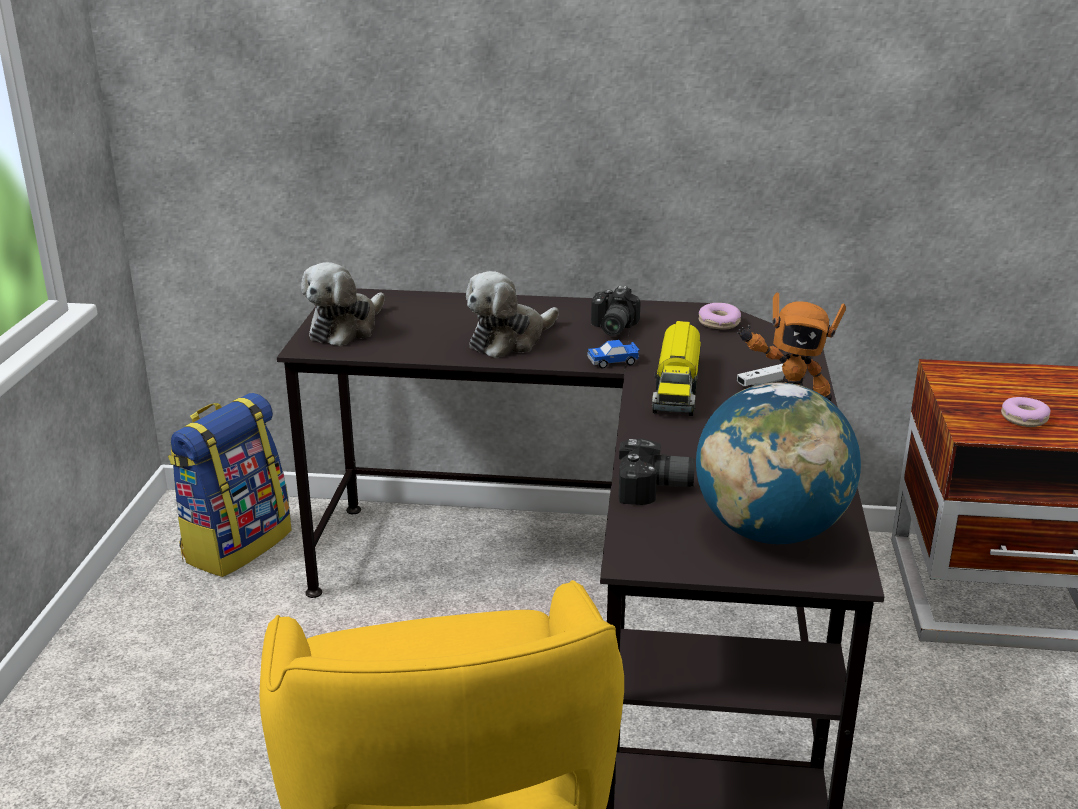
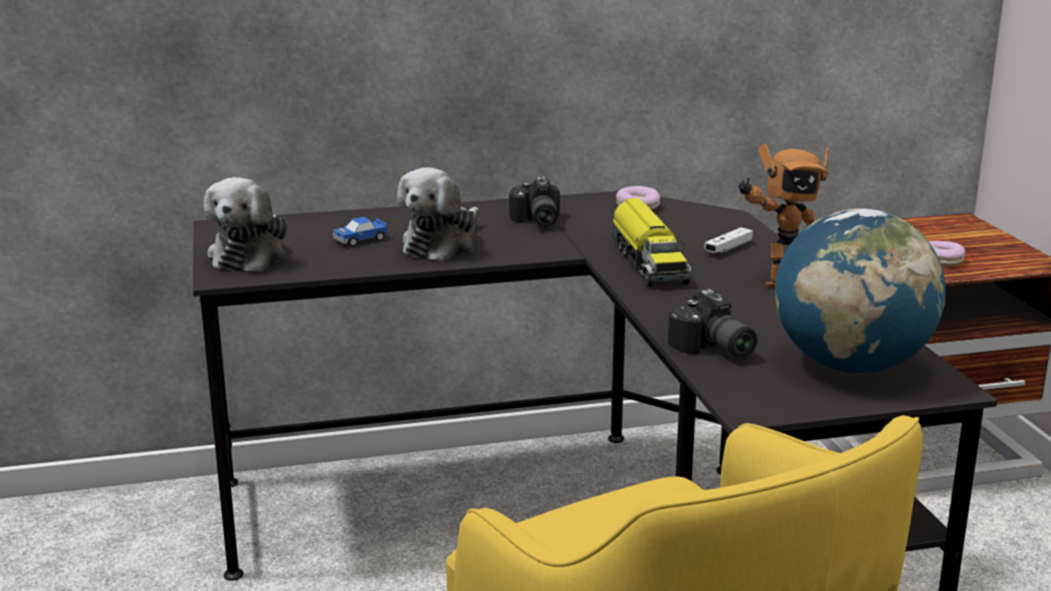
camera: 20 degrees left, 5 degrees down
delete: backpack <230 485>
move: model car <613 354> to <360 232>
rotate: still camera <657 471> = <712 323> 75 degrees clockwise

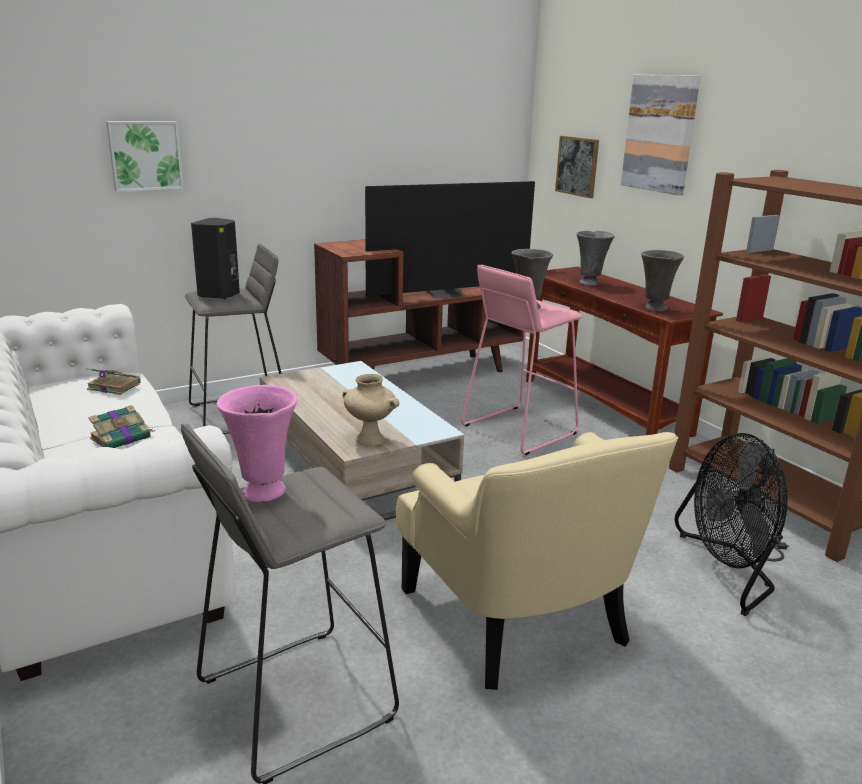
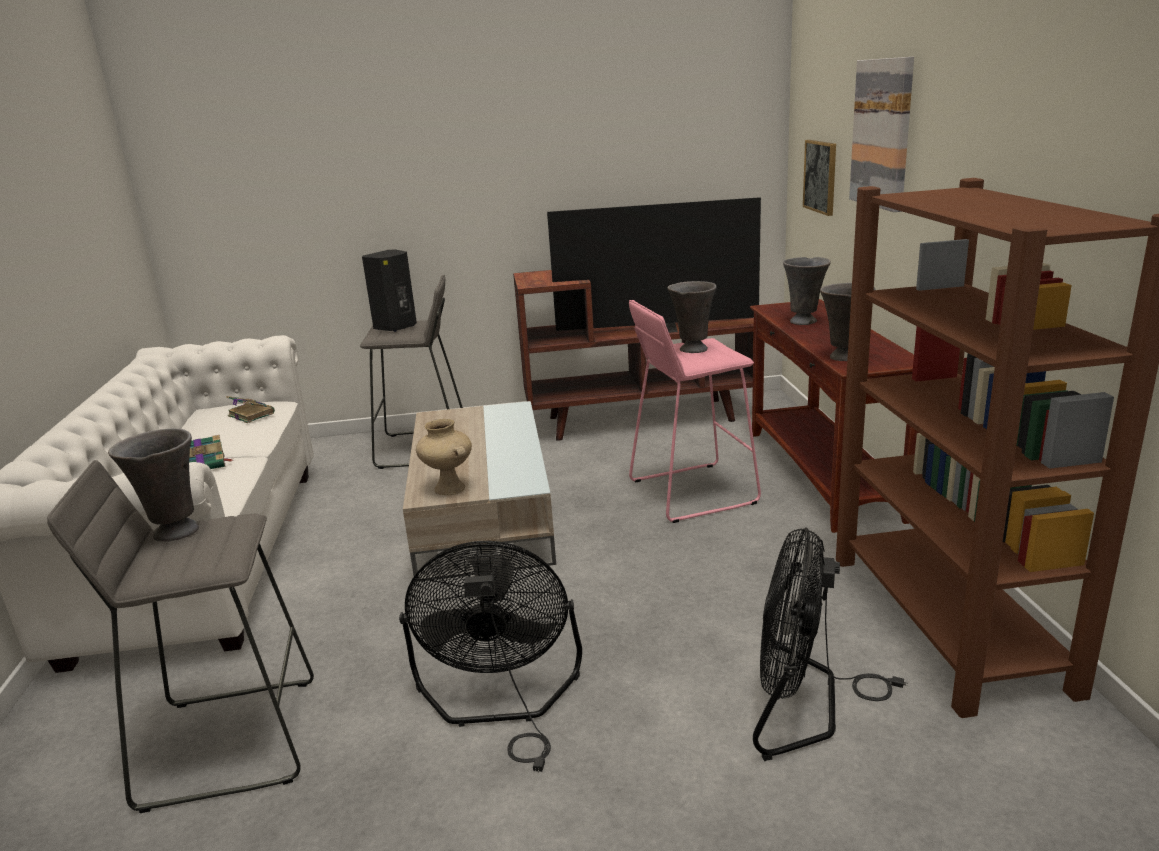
camera: 25 degrees right, 0 degrees up
delete: wall art <145 156>
replace: beige-coloured lounge chair <537 561> to black cooling fan <490 656>
recolor: pink flower vase <257 443> to grey flower vase <153 485>

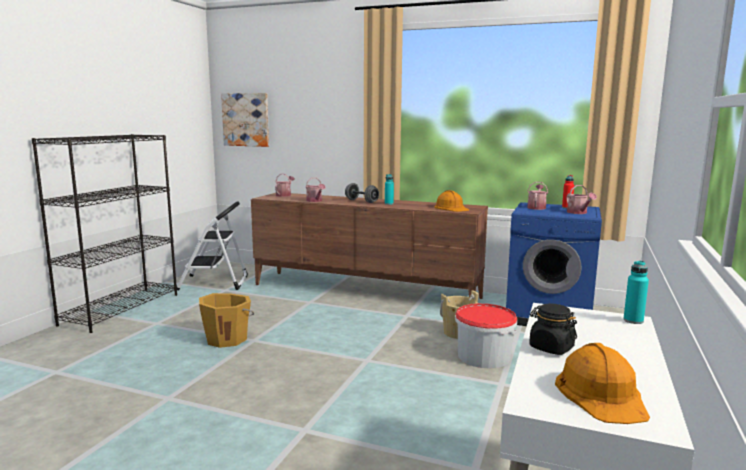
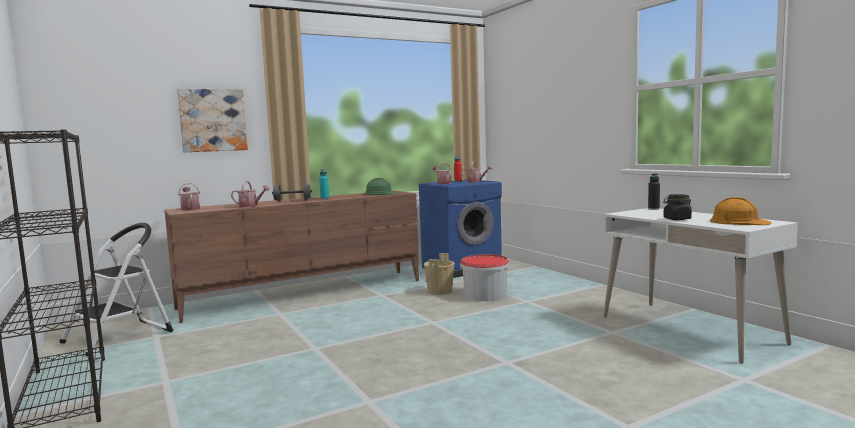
camera: 50 degrees left, 5 degrees down
delete: orange bucket <226 320>
move: wall art <245 120> to <212 120>
recolor: orange safety helmet <451 201> to greenish safety helmet <382 186>; blue-green bottle <636 292> to black bottle <654 191>

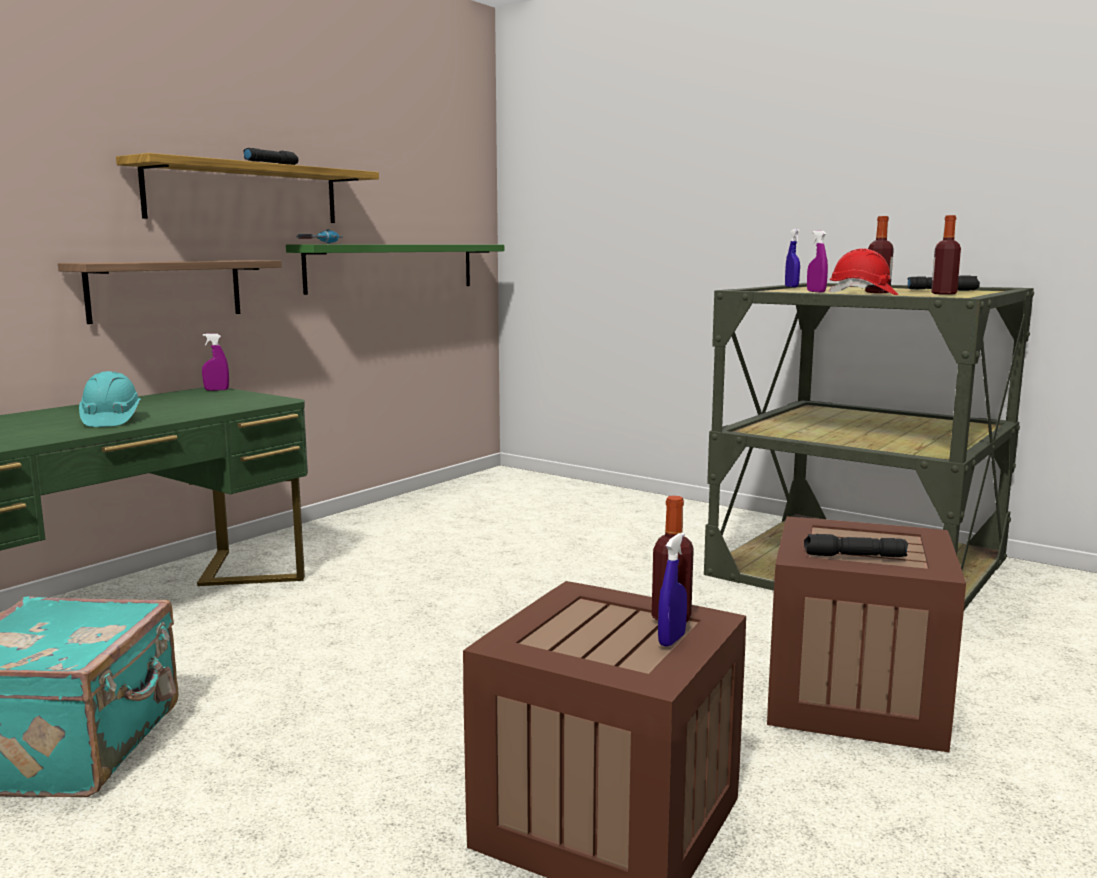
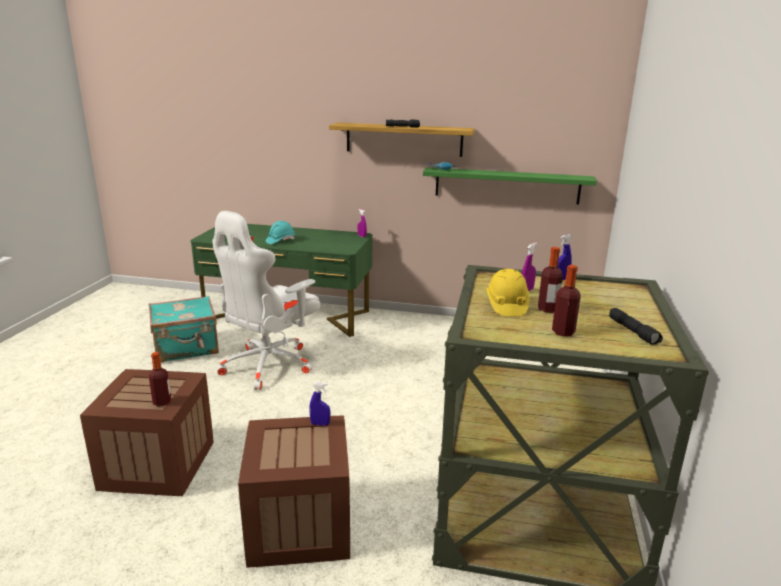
camera: 65 degrees right, 10 degrees up
delete: wall shelf <170 292>; black hand torch <856 545>
insert: white computer chair <266 300>
move: blue spray bottle <672 590> to <319 404>
recolor: red safety helmet <863 271> to yellow safety helmet <508 292>

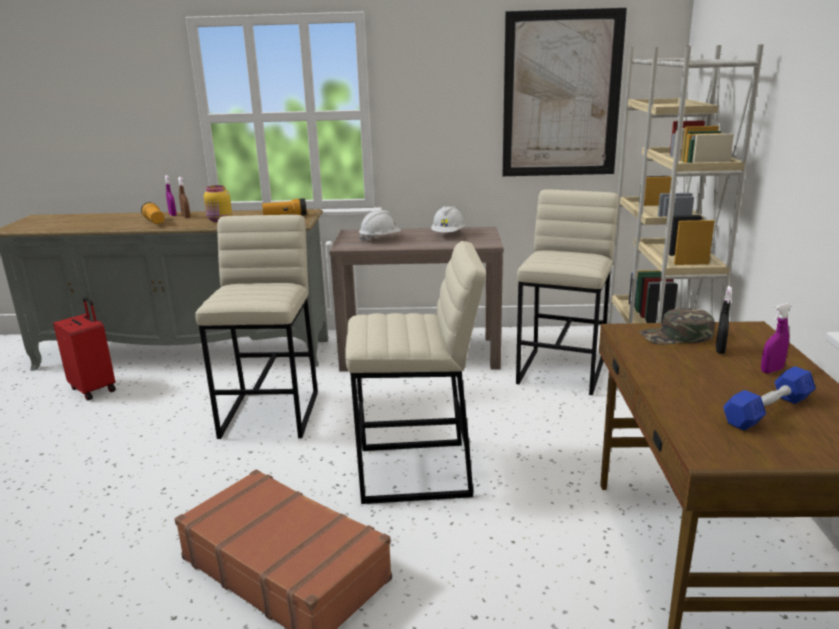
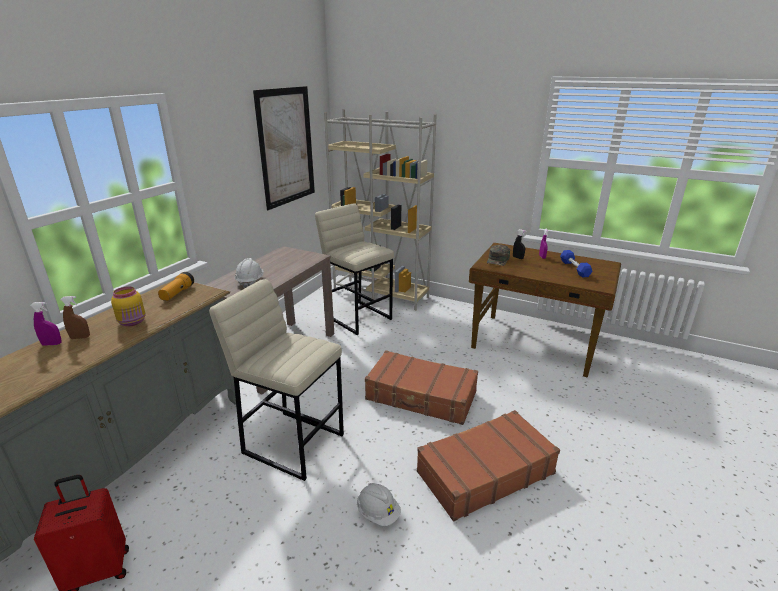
camera: 65 degrees left, 5 degrees up
delete: hand torch <153 213>
move: white safety helmet <448 219> to <379 504>
replace: beige-coloured stool <415 372> to brown-coloured suitcase <421 387>

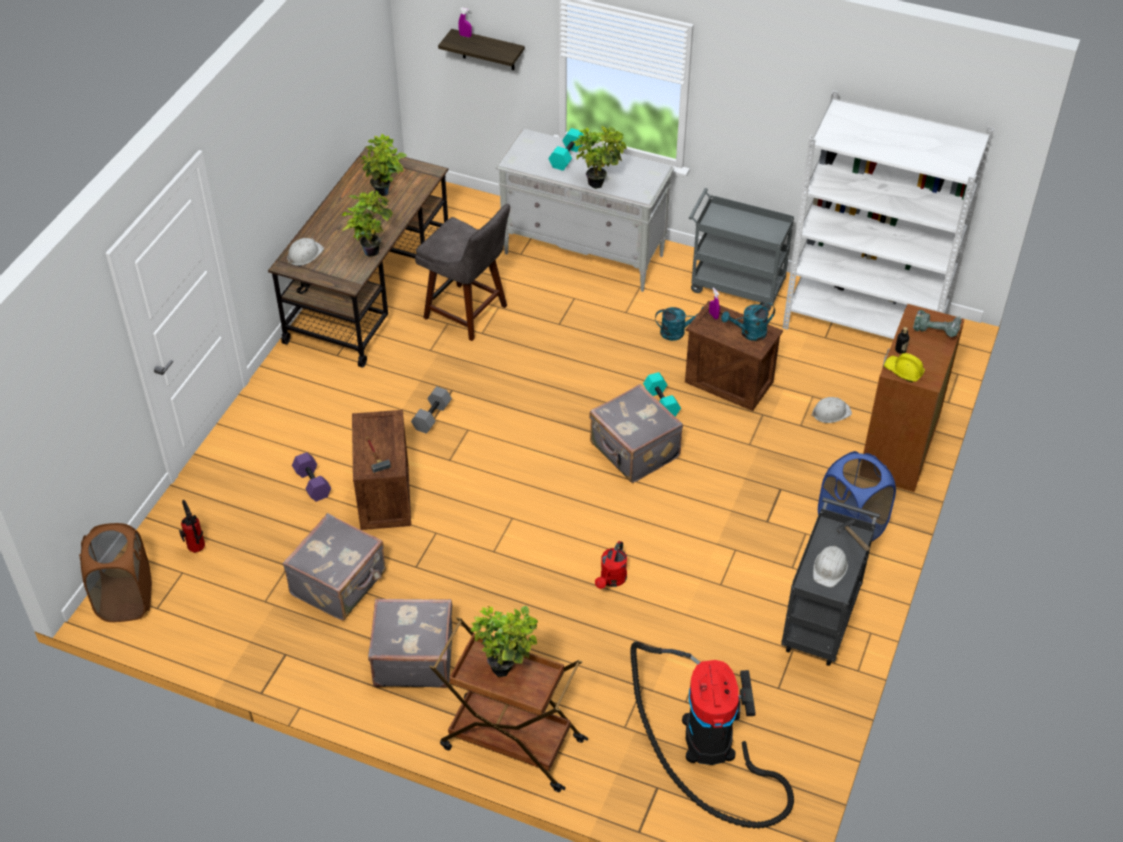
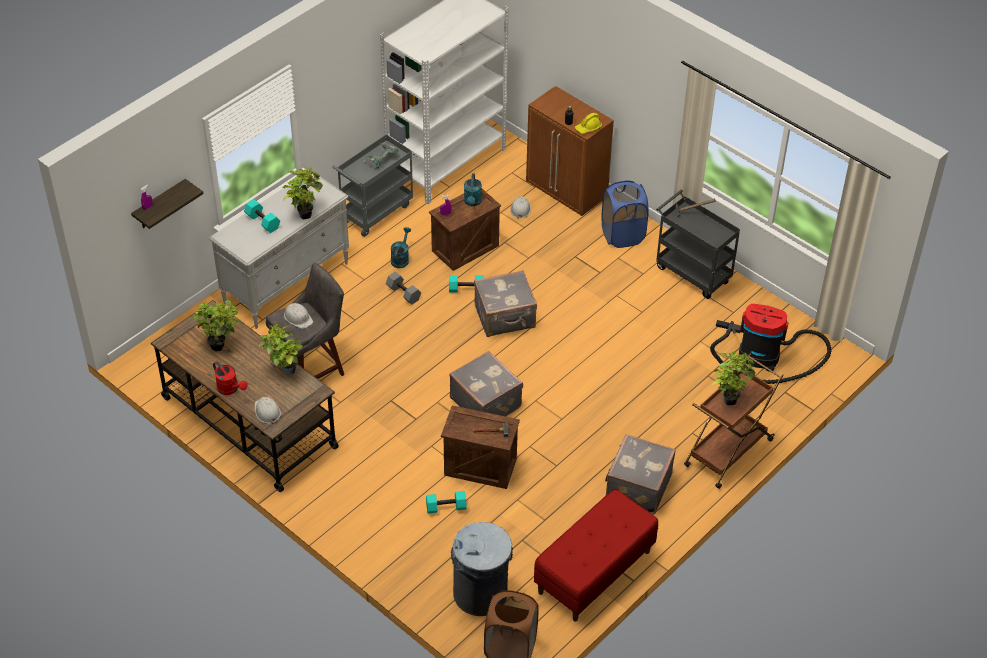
camera: 70 degrees left, 0 degrees up
insert: red long seat <596 555>
move: red watering can <611 565> to <230 378>; white safety helmet <830 566> to <298 316>; electric drill <937 323> to <381 155>; grey dumbbell <431 410> to <403 288>; grey suitcase <334 566> to <486 384>
replace: extinguisher <192 526> to grey rubbish bin <482 569>
recolor: purplish dumbbell <311 477> to blue-green dumbbell <446 502>

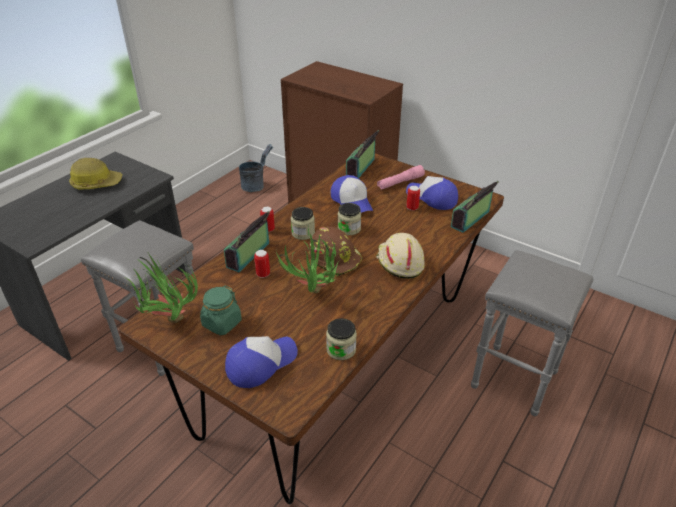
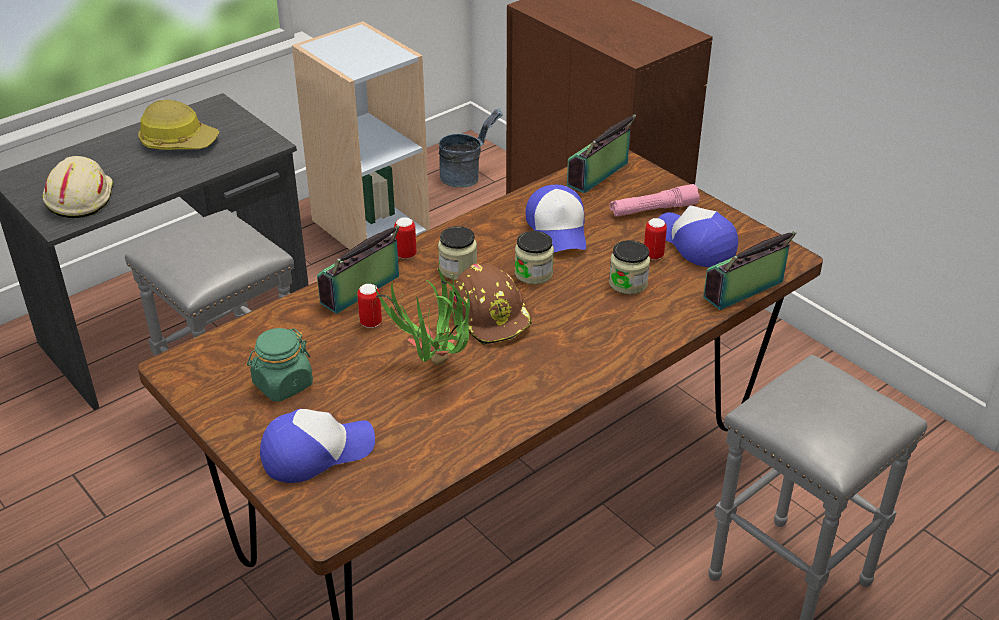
camera: 15 degrees right, 0 degrees up
delete: potted plant <161 288>
insert: bookshelf <361 135>
move: beige-coloured safety helmet <400 256> to <78 187>; jar <341 339> to <629 267>

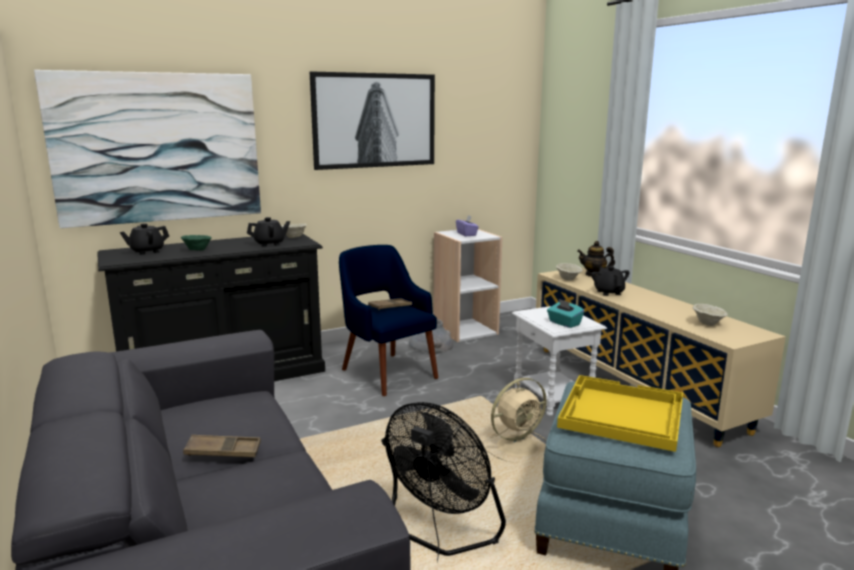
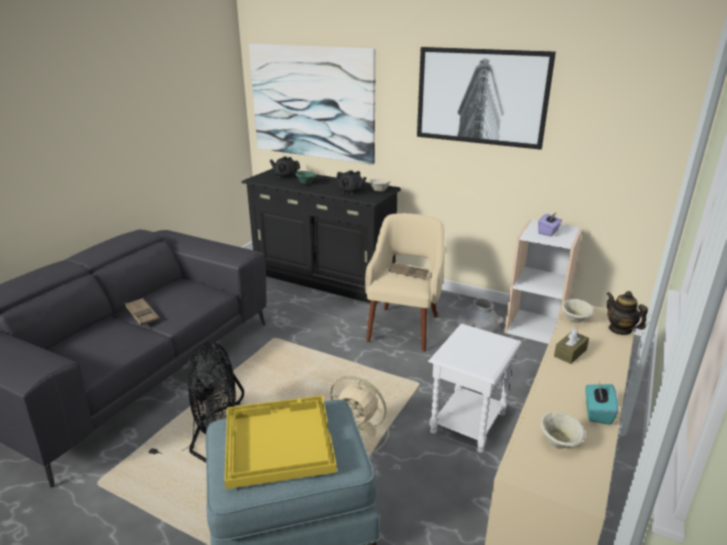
camera: 55 degrees right, 10 degrees up
move: blue-green box of tissues <565 313> to <601 403>
replace: black teapot <610 281> to brown-coloured box of tissues <571 346>
recolor: blue lounge chair <388 320> to beige-coloured lounge chair <405 282>

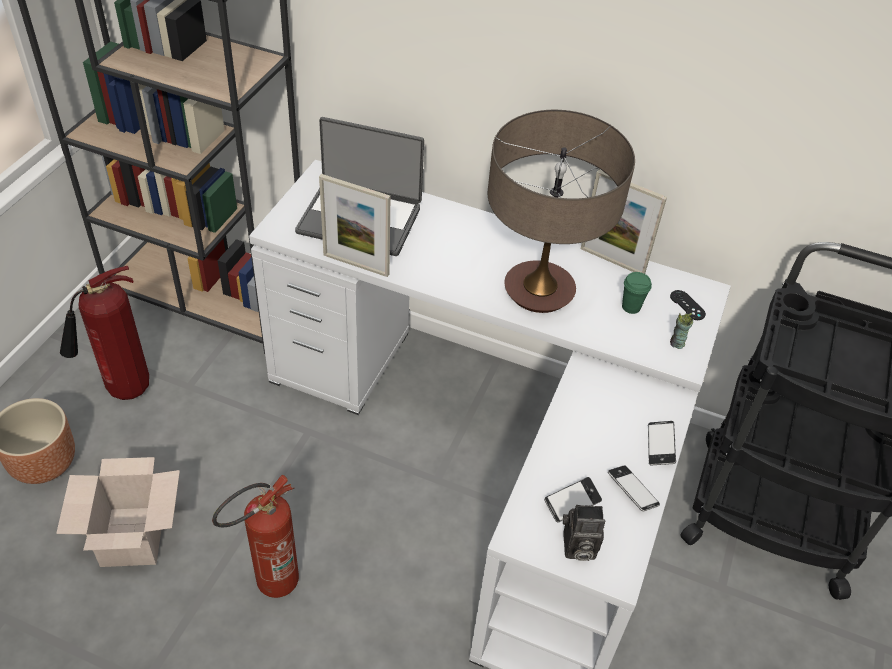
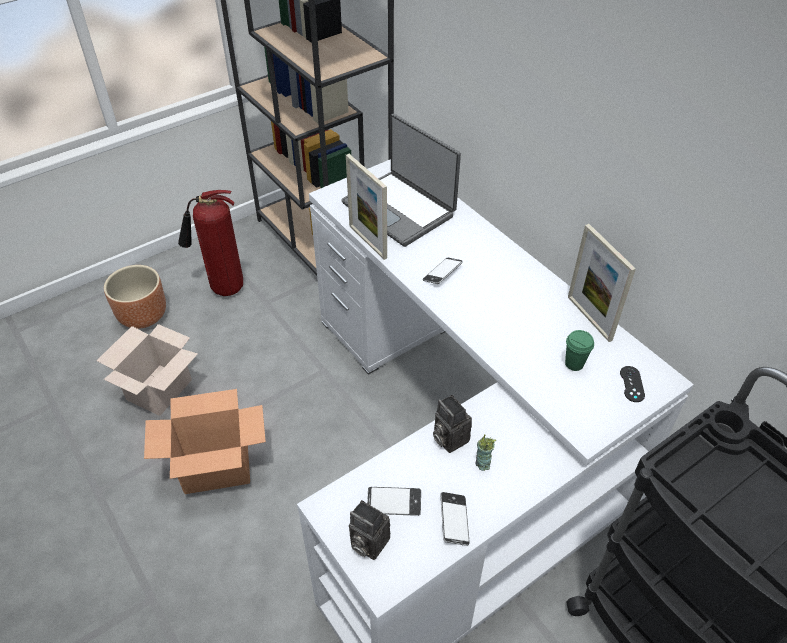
camera: 35 degrees right, 0 degrees up
delete: lamp for a table <561 211>
insert: still camera <452 424>
move: phone <662 443> to <443 271>; cup <682 331> to <486 453>
replace: extinguisher <255 536> to carton <205 441>

